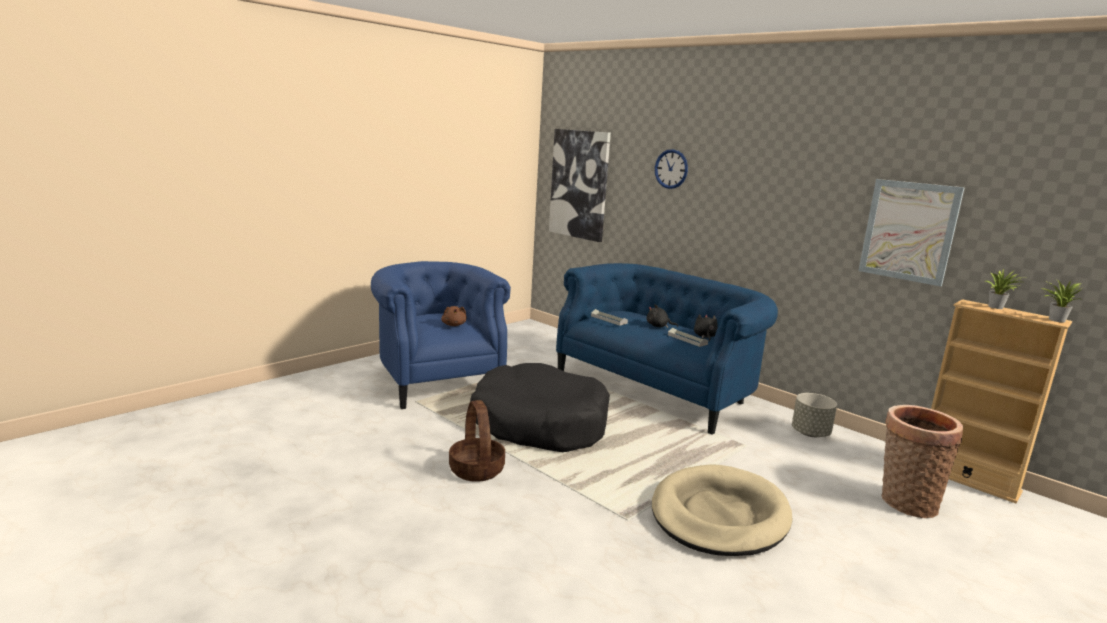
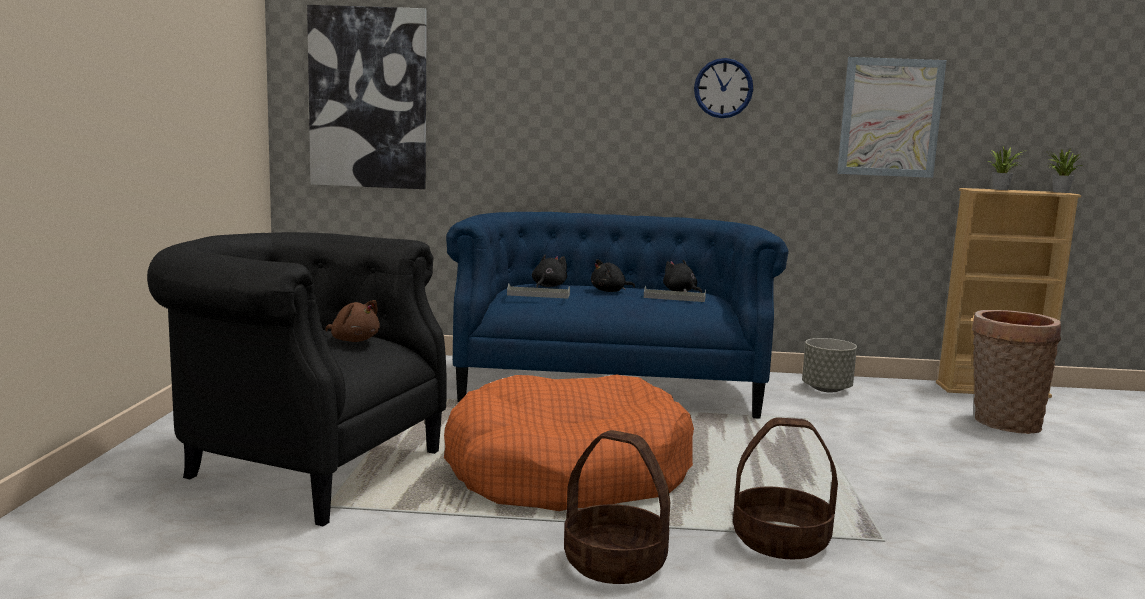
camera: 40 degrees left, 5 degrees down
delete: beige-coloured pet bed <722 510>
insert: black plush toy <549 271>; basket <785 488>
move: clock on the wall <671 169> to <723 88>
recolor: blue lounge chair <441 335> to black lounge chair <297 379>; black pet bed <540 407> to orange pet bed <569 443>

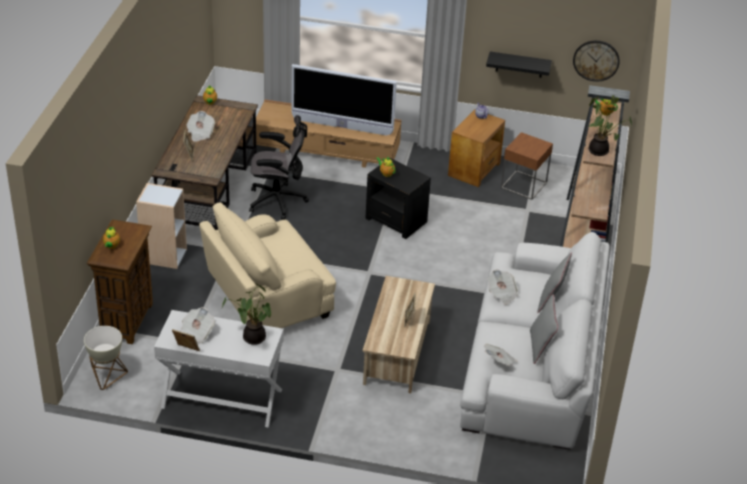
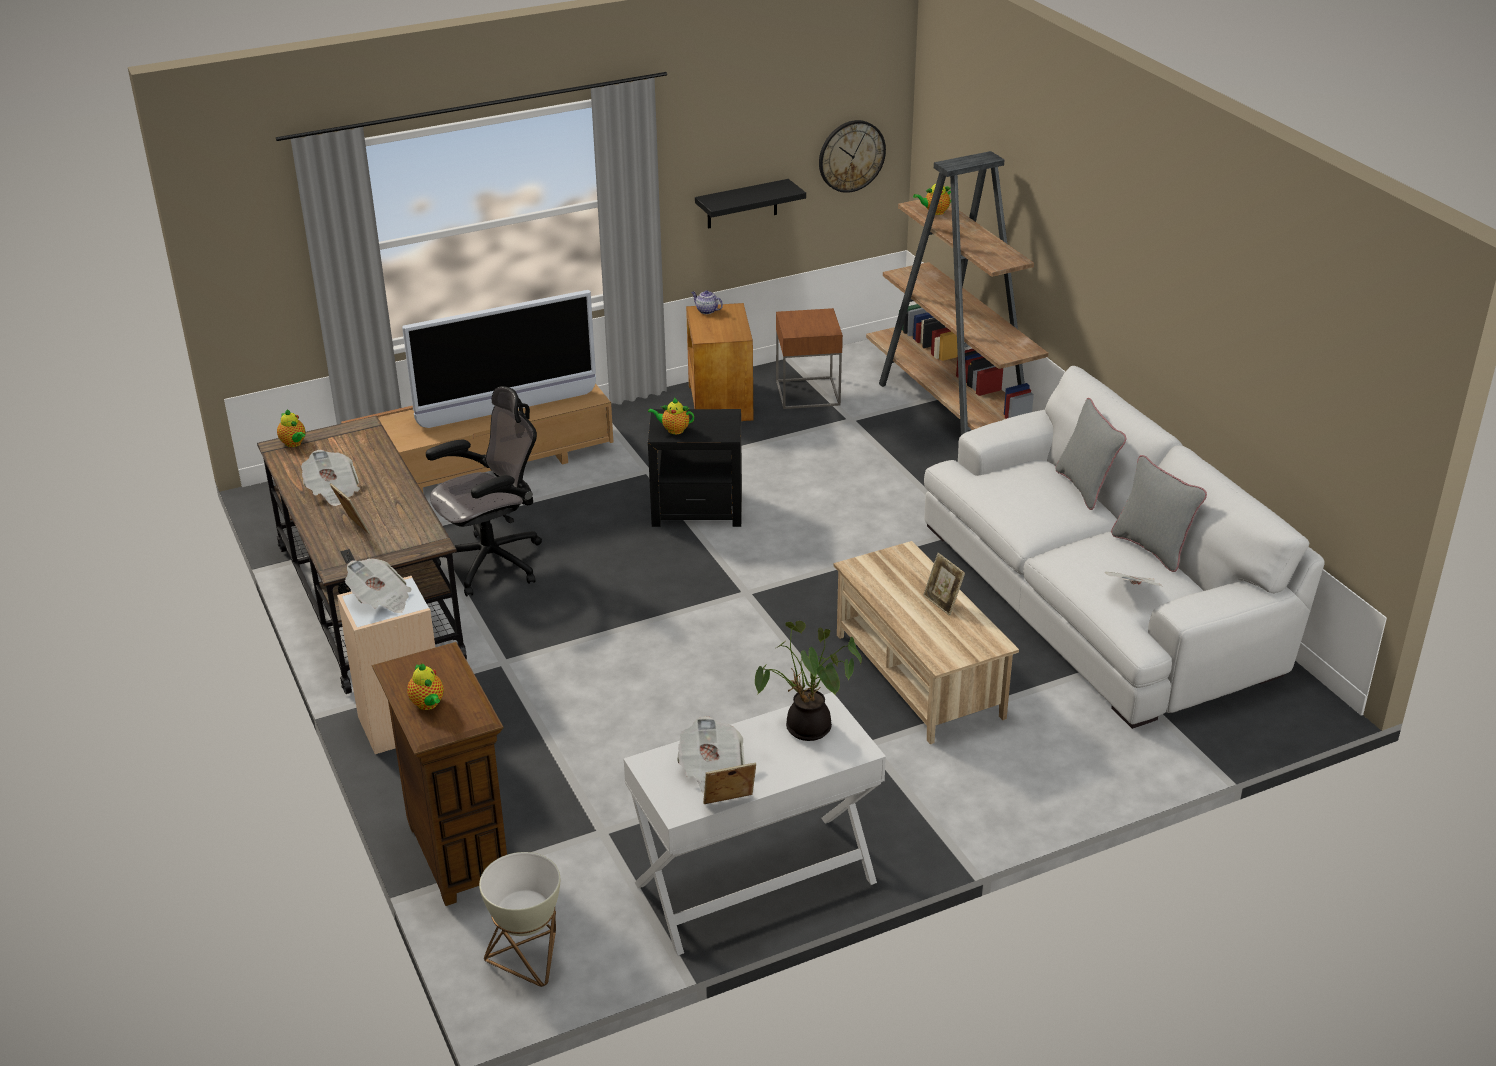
camera: 35 degrees left, 5 degrees down
delete: beige-coloured lounge chair <267 265>; potted plant <610 125>
move: newspaper <503 287> to <378 586>

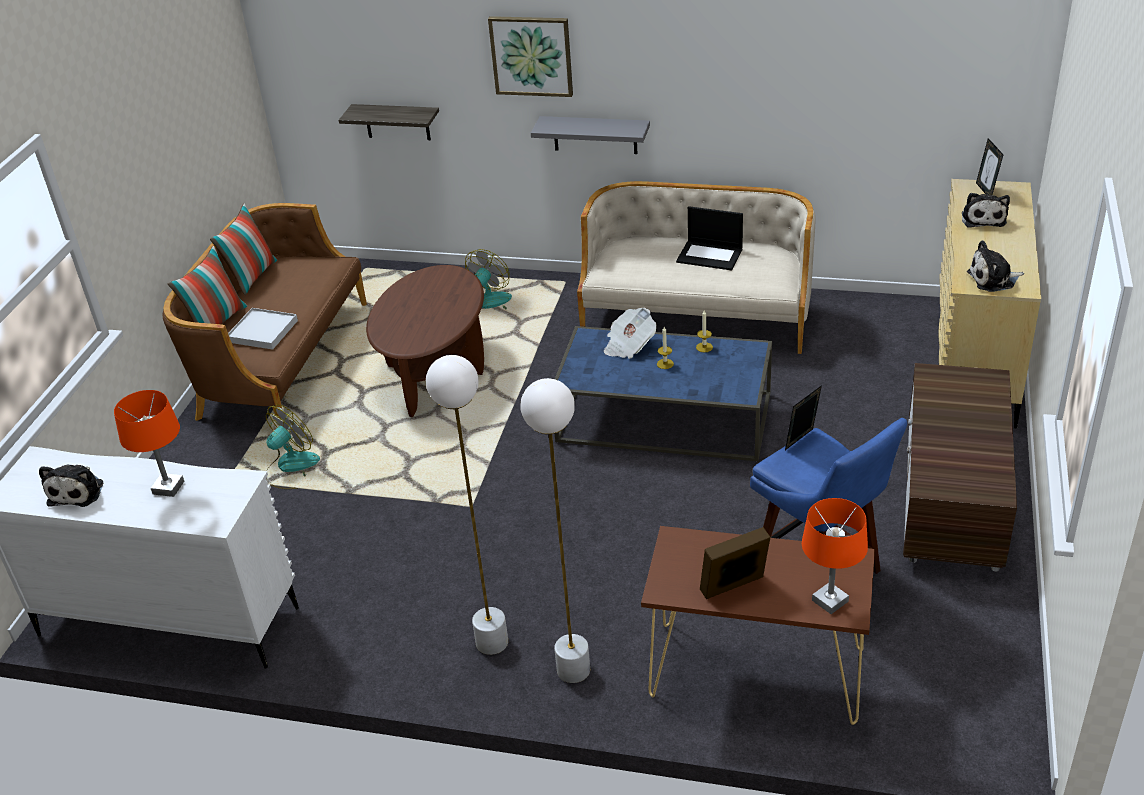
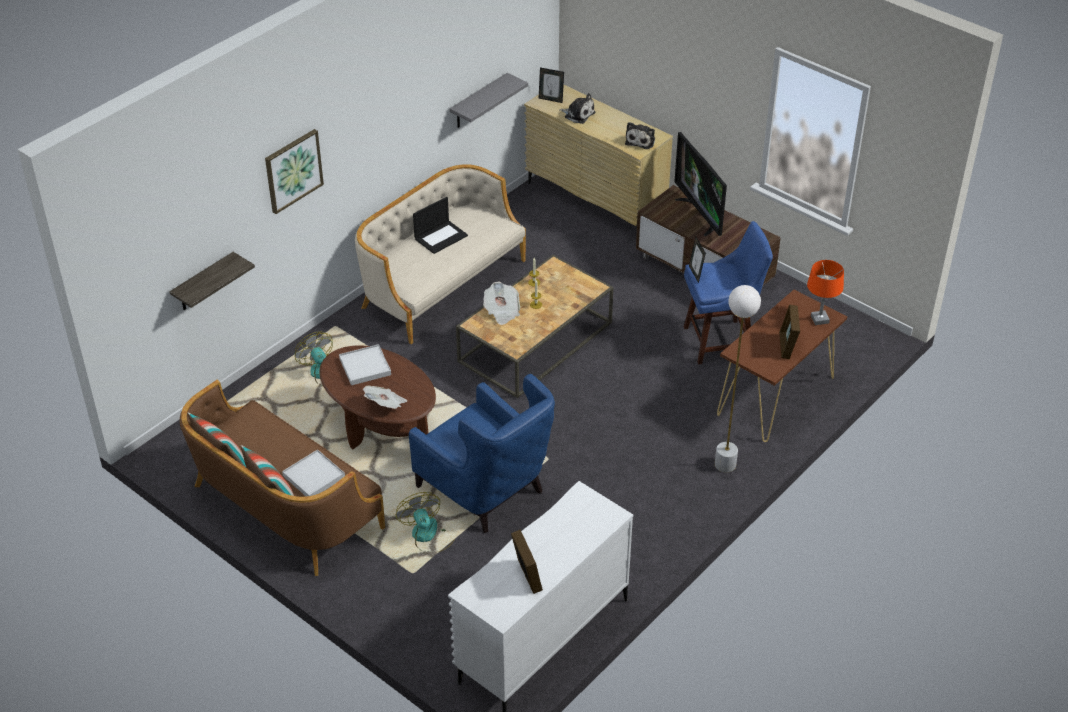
camera: 65 degrees left, 5 degrees up
delete: orange lamp for a table <149 443>; white standing lamp <467 505>
insert: white tray <365 364>; newspaper <385 397>; blue lounge chair <482 453>; TV set <700 184>
move: grey wall shelf <590 135> to <489 100>
replace: plush toy <71 486> to photo frame <527 562>
recolor: blue lounge table <663 394> to brown-coloured lounge table <534 326>

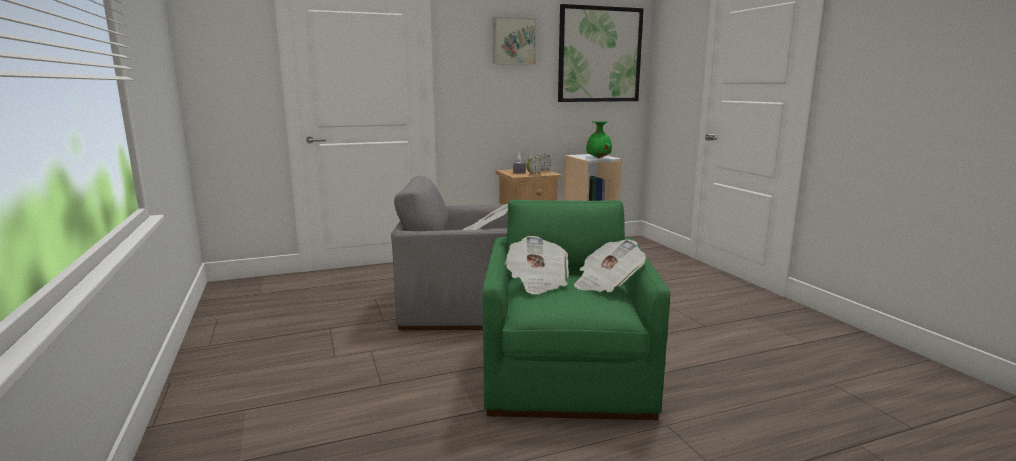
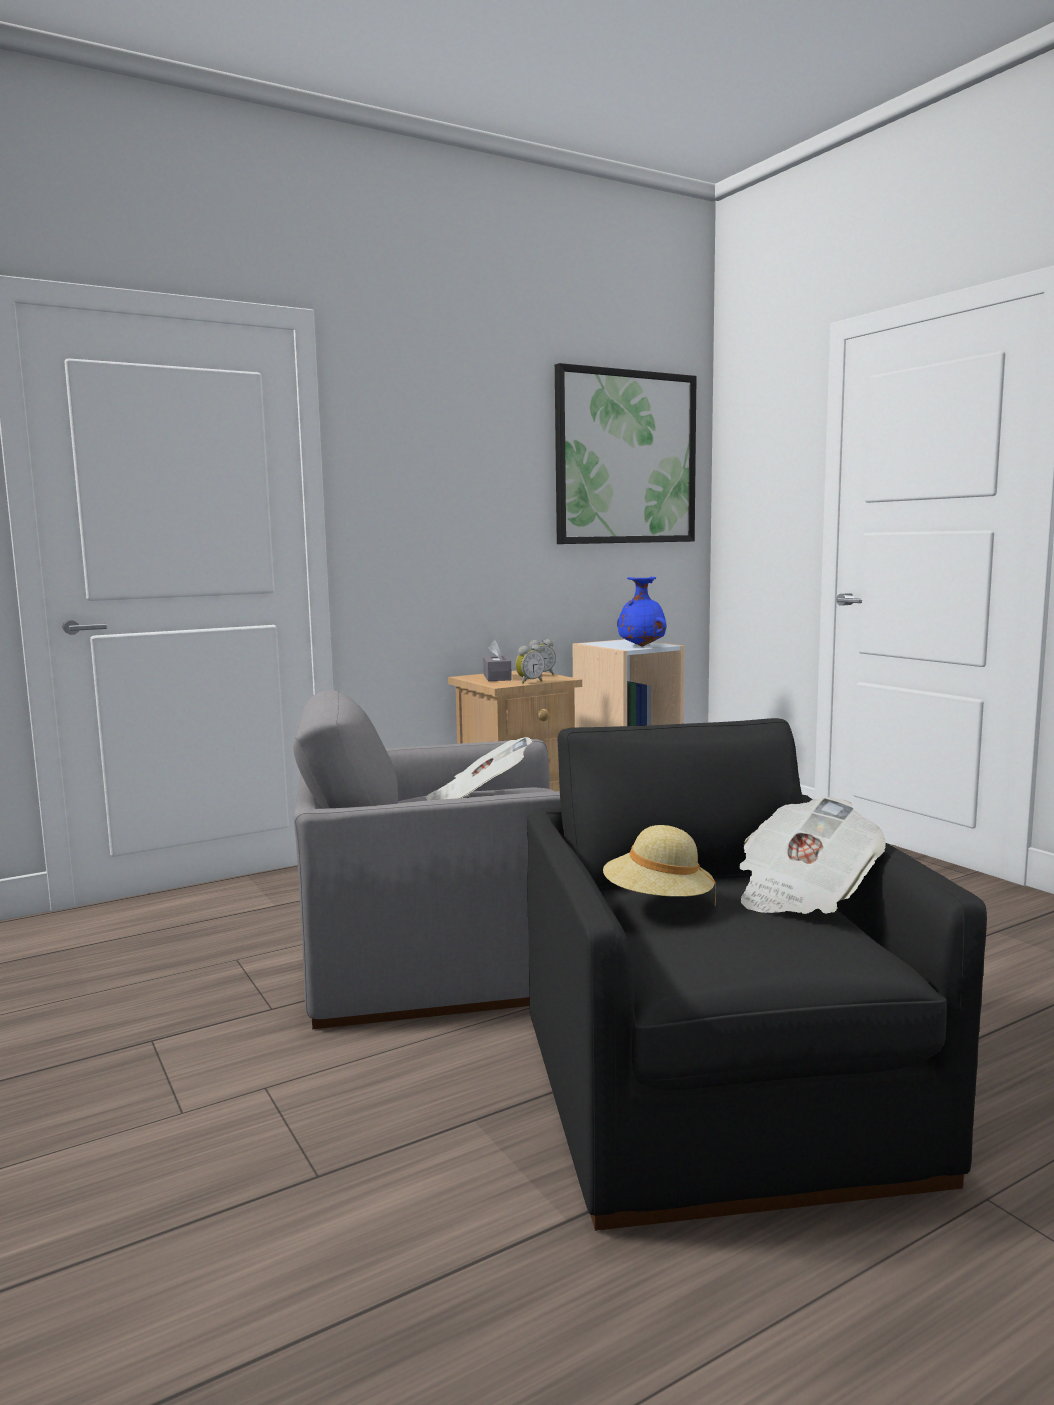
camera: 10 degrees left, 5 degrees down
delete: wall art <514 41>
replace: newspaper <537 265> to beige-coloured hat <659 865>
recolor: greenish lounge chair <576 310> to black lounge chair <757 974>; greenish flower vase <599 139> to blue flower vase <642 611>

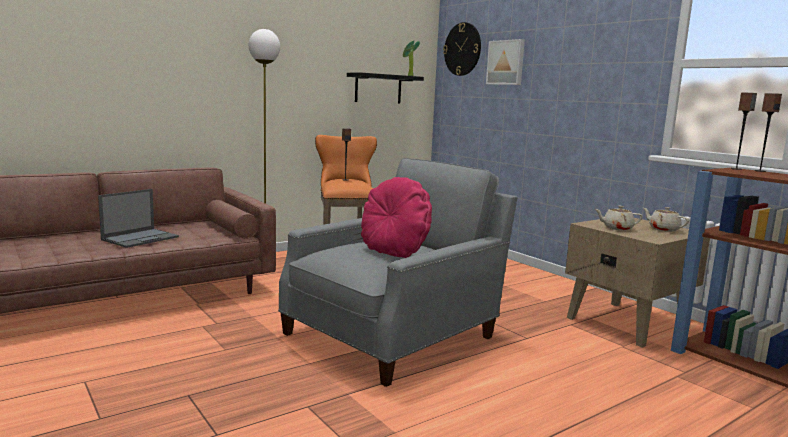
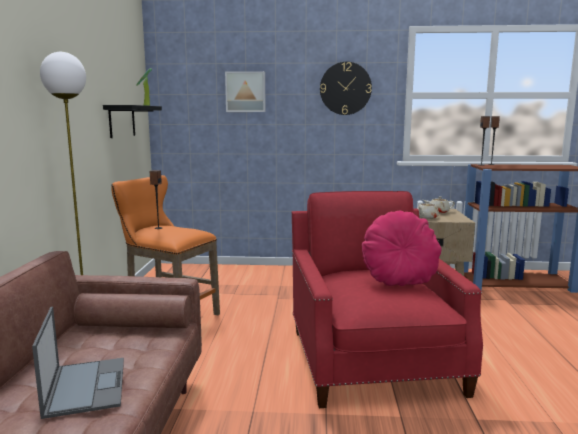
camera: 50 degrees left, 0 degrees up
move: clock on the wall <462 49> to <346 88>
recolor: grey lounge chair <397 272> to red lounge chair <387 299>

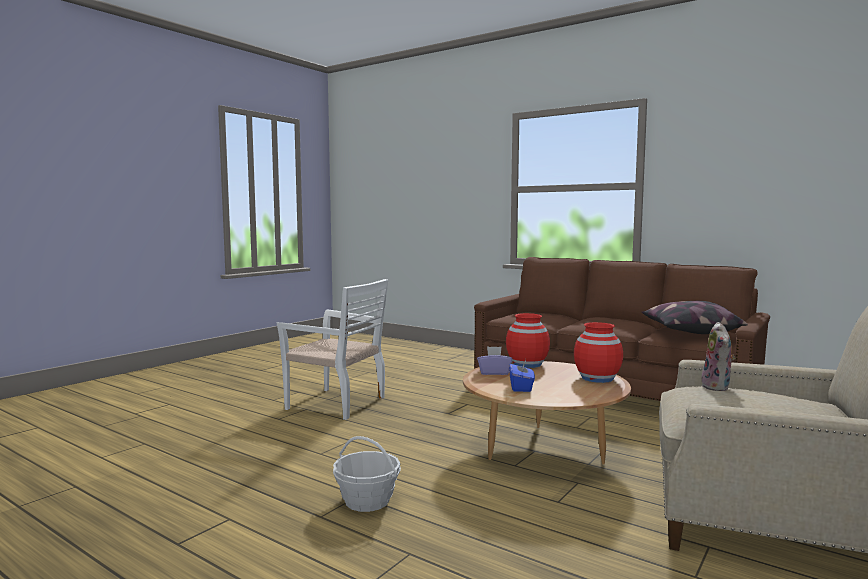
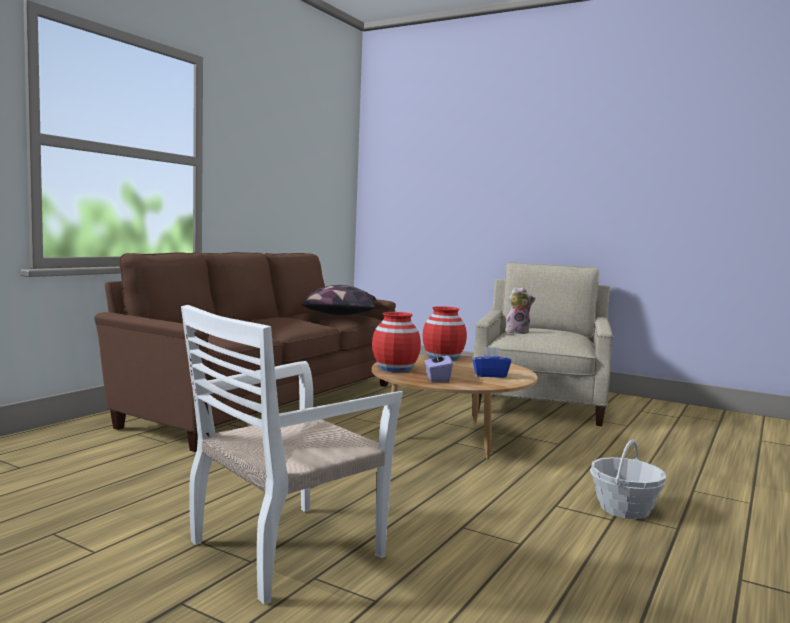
camera: 95 degrees left, 0 degrees up
rotate: white lounge chair <332 349> = <292 455> 150 degrees counterclockwise

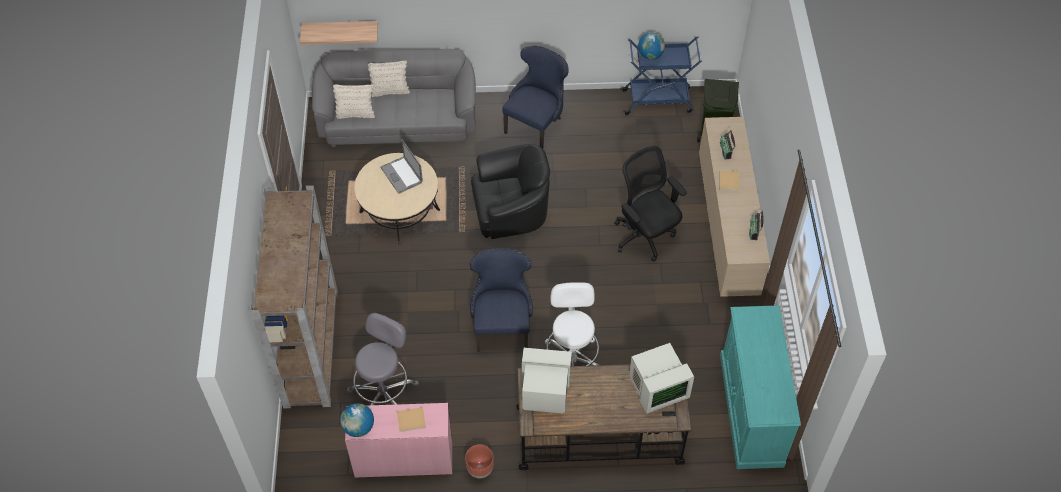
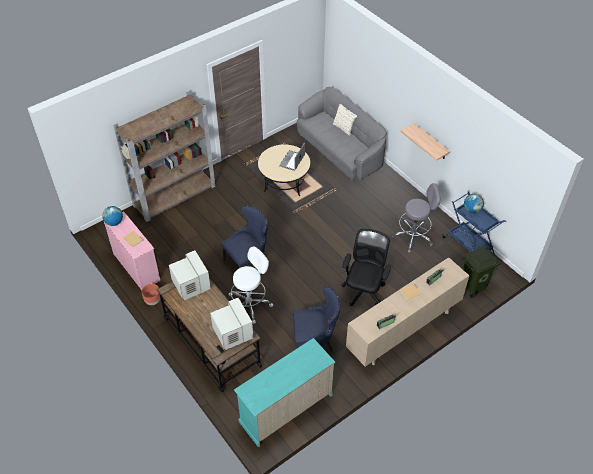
camera: 55 degrees right, 5 degrees down
delete: beige-coloured pillow <354 101>; black lounge chair <510 191>
move: blue plain chair <535 97> to <316 319>; grey stool <382 359> to <416 218>; wall shelf <339 33> to <425 142>
rotate: computer screen <661 378> = <231 324> 150 degrees counterclockwise

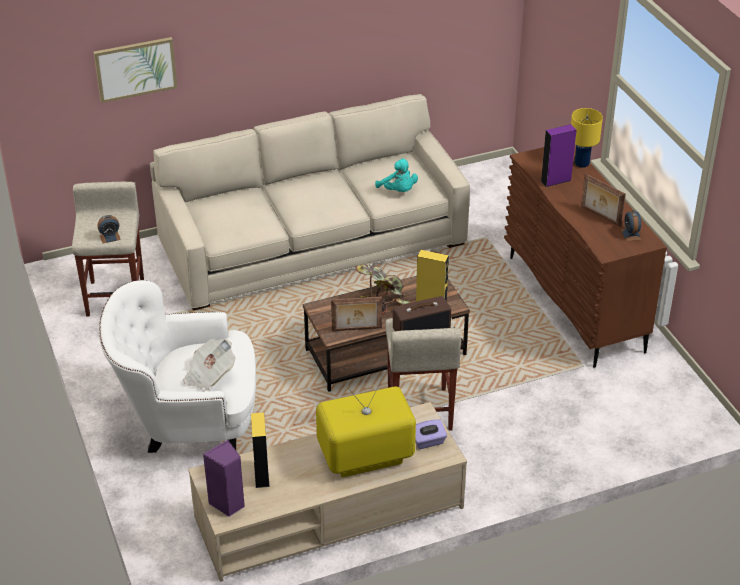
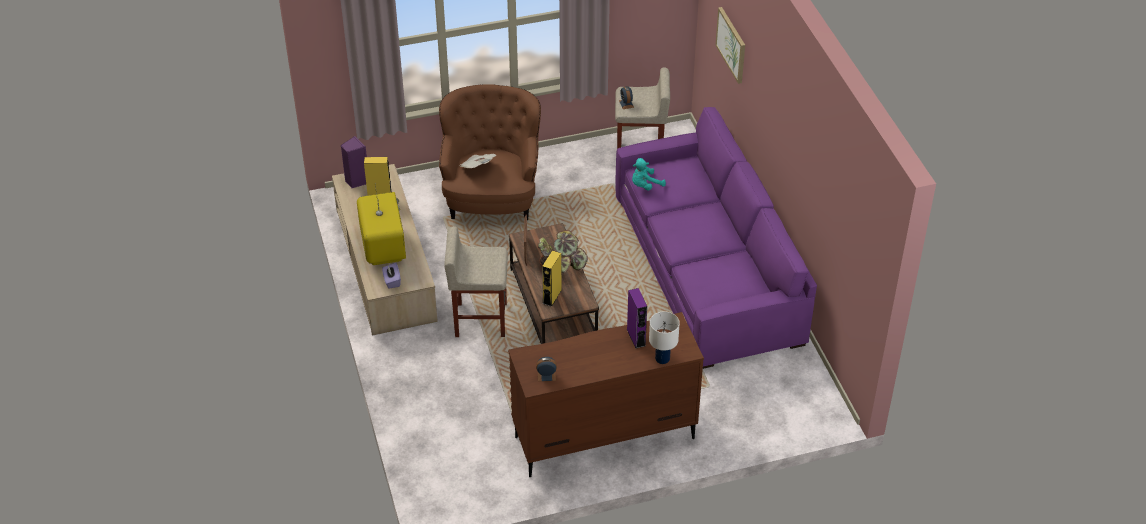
camera: 95 degrees right, 5 degrees up
delete: radio <422 313>; photo frame <603 200>
move: blue-green plush toy <396 175> to <649 174>
recolor: white lounge chair <177 366> to brown-coloured lounge chair <490 152>; beige-coloured settee <310 202> to purplish settee <716 238>; yellow lamp for a table <587 138> to white lamp for a table <664 338>

